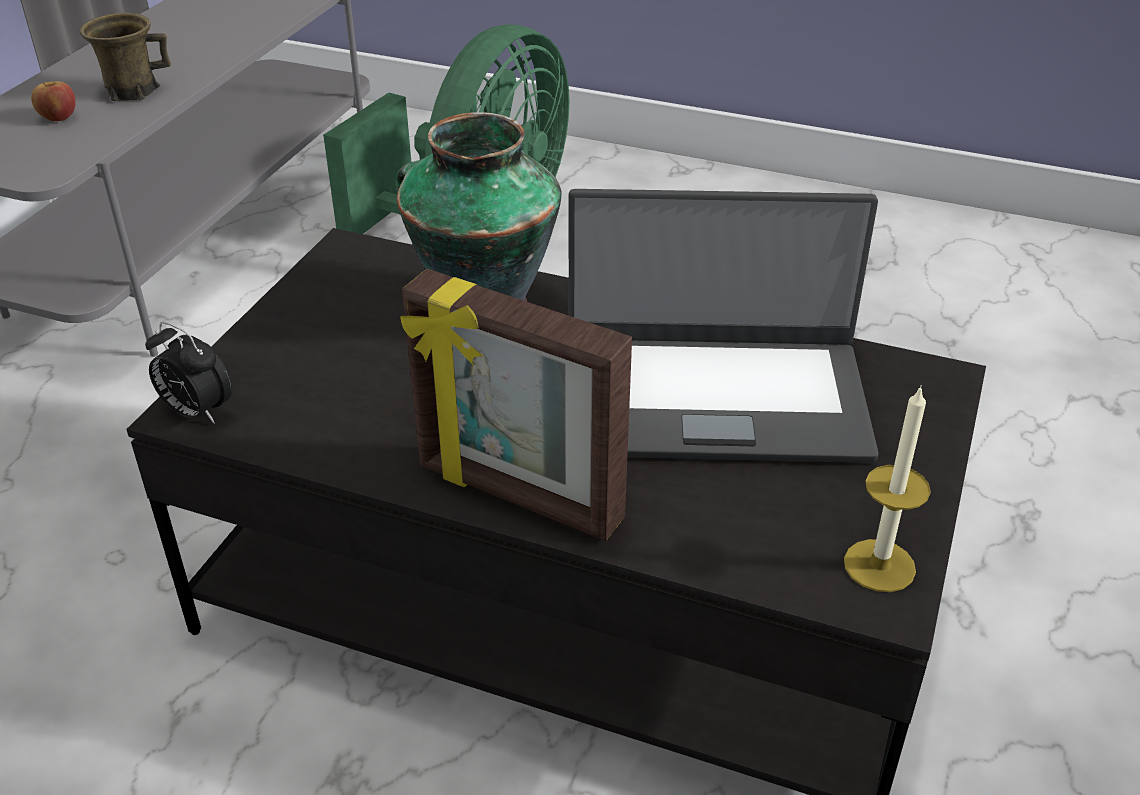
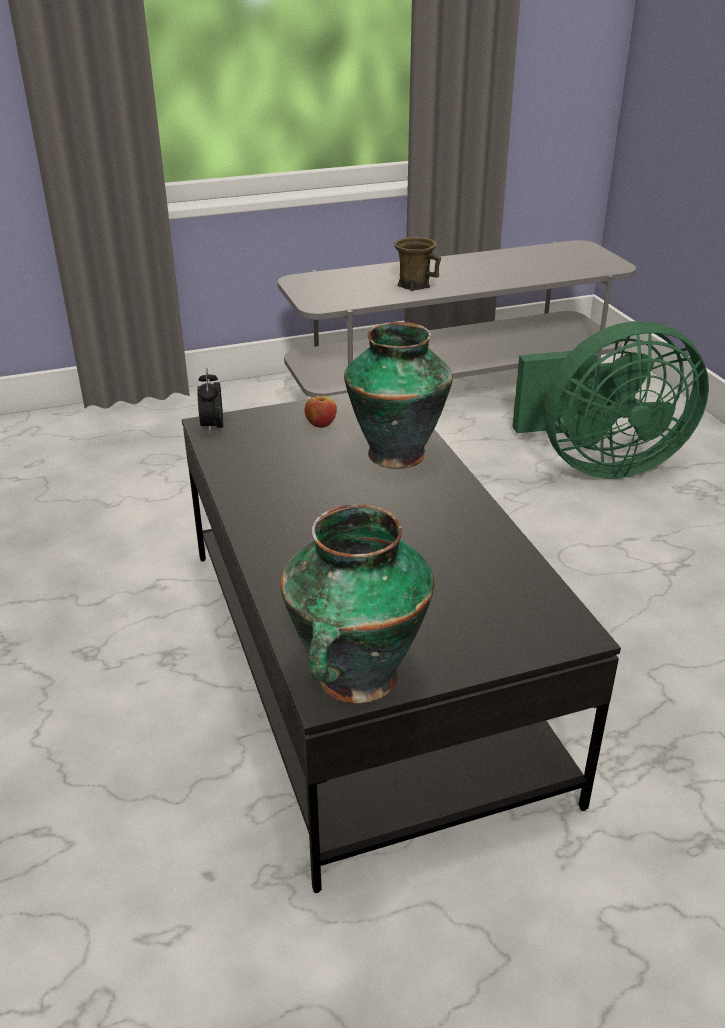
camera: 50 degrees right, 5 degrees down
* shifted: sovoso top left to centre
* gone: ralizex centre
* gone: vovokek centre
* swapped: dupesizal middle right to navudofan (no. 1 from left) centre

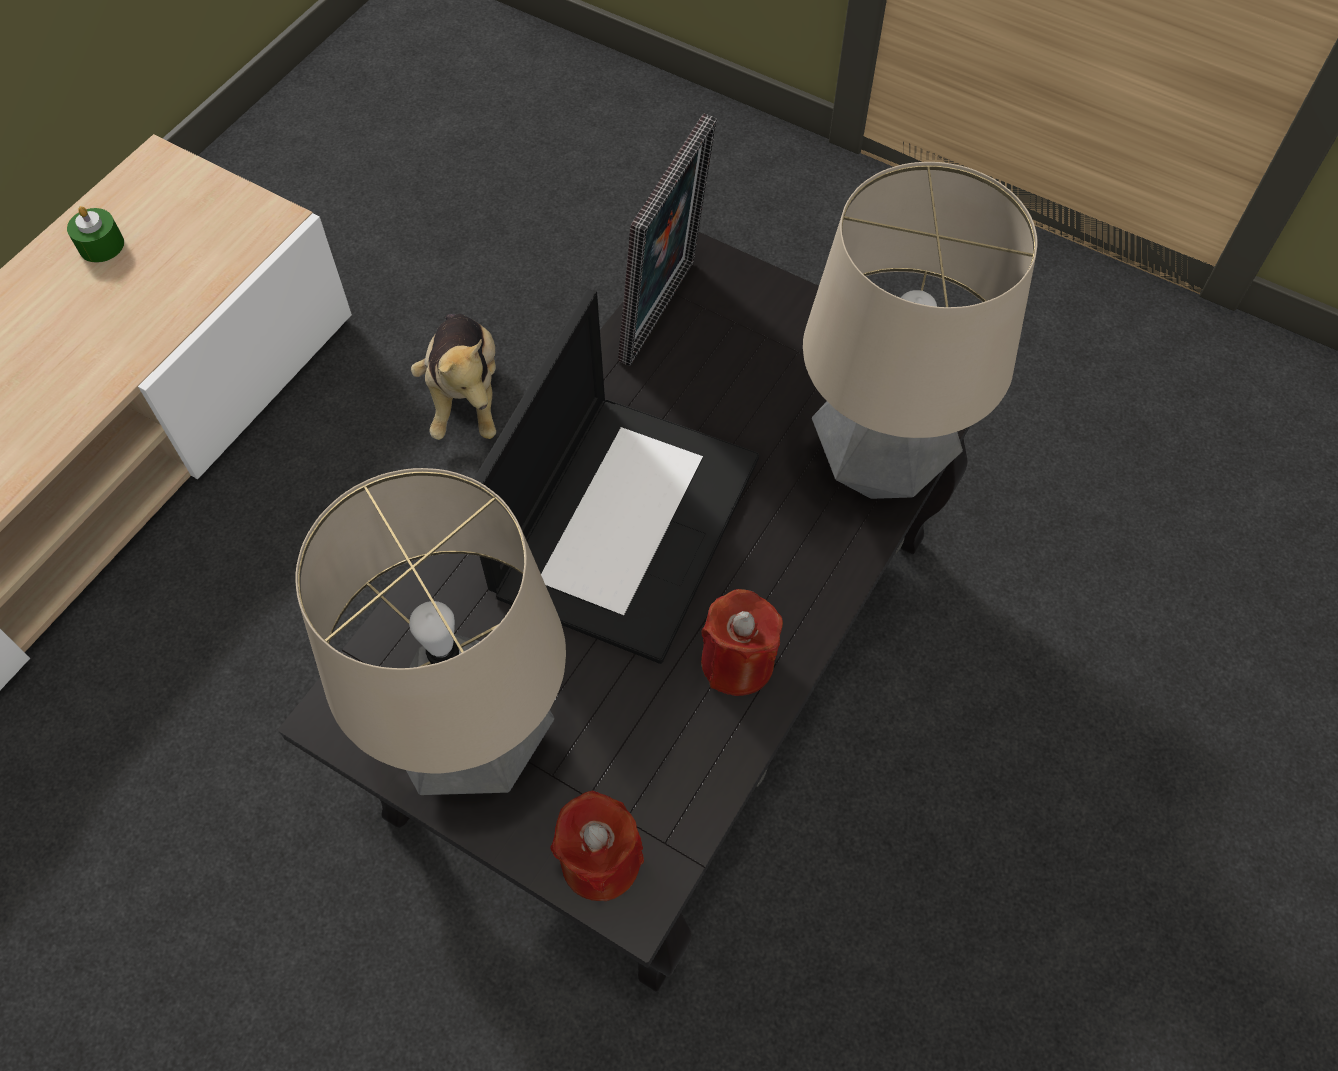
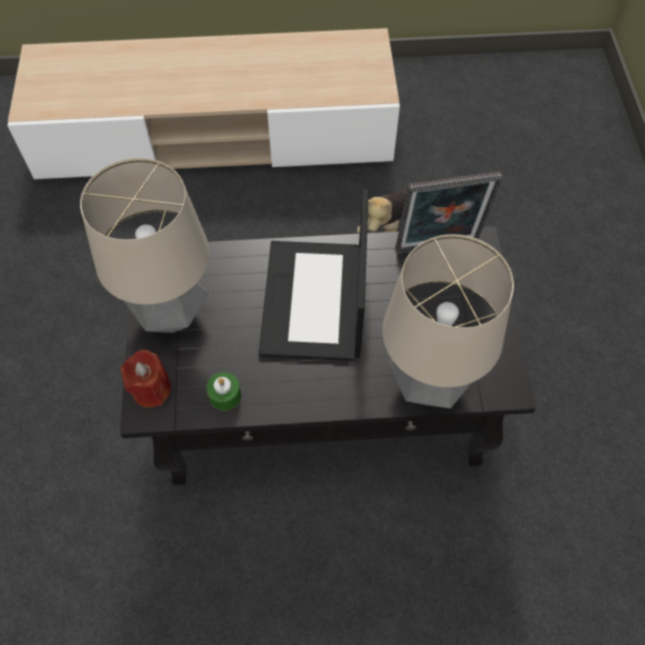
camera: 55 degrees right, 0 degrees up
* shifted: dupesizal (green) top left to centre
* rotated: ralizex centre = centre 105 degrees clockwise
* gone: dupesizal (red) (no. 2 from left) centre

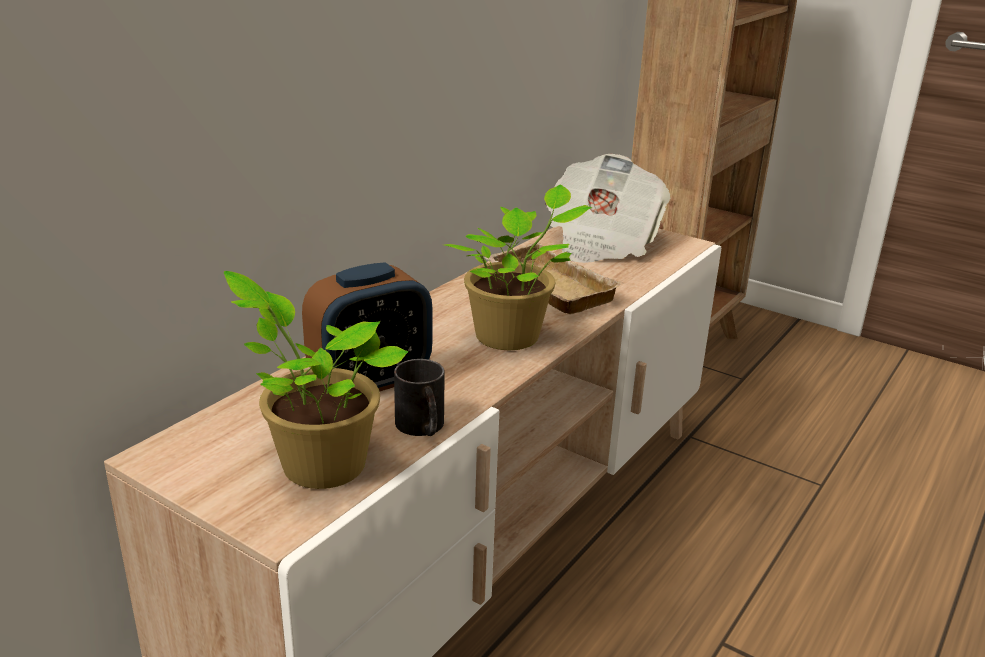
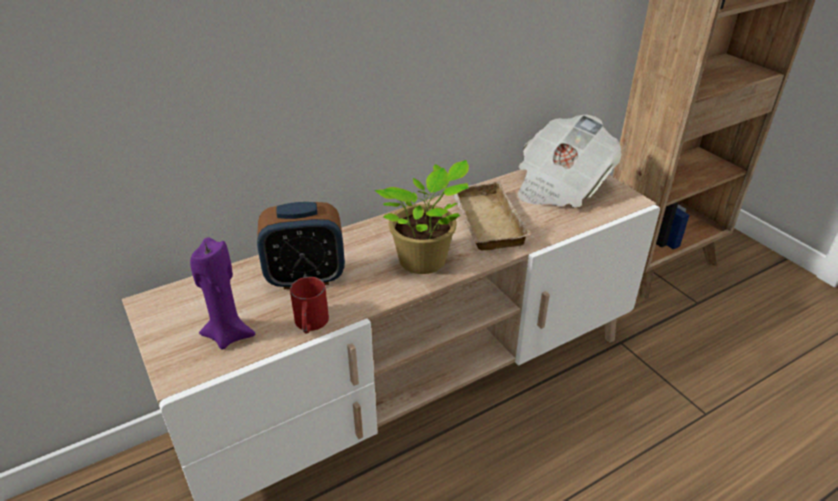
camera: 25 degrees right, 10 degrees up
* swapped: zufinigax (no. 1 from left) middle left to dupesizal (purple) middle left
* repainted: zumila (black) centre to zumila (red) centre

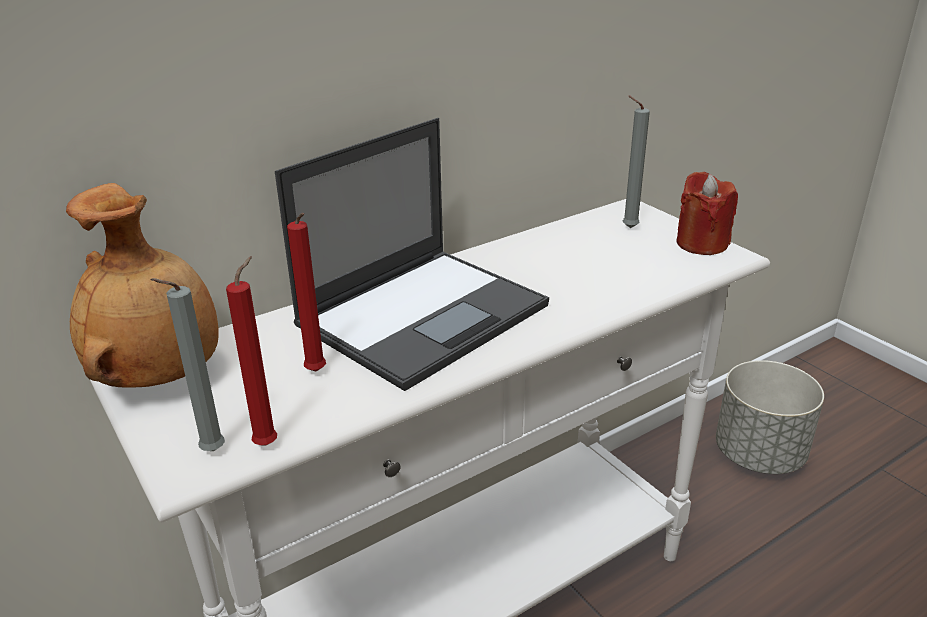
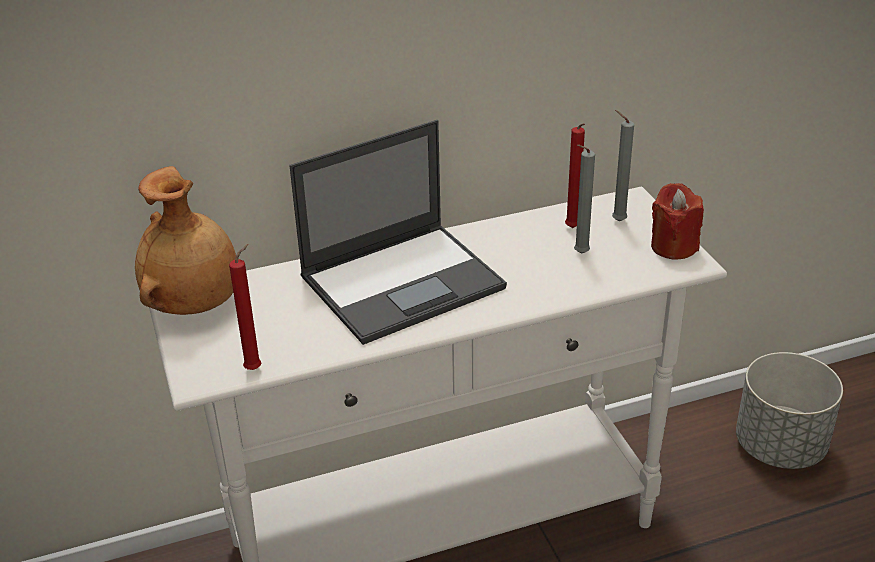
camera: 15 degrees right, 5 degrees up
* shifted: dupesizal (red) (no. 2 from left) middle left to top centre
* shifted: dupesizal (grey) (no. 1 from left) middle left to middle right

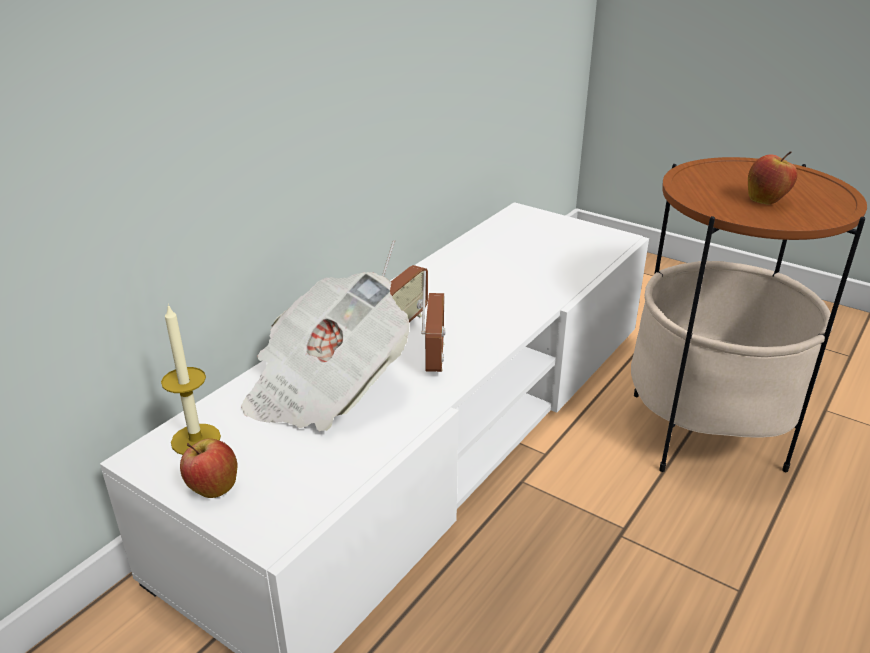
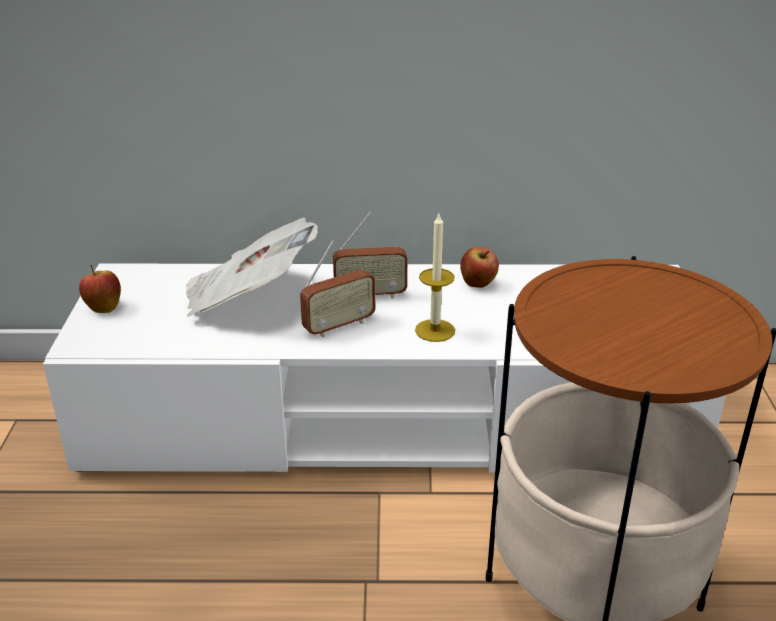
camera: 55 degrees right, 0 degrees up
* shifted: sovoso (no. 2 from left) top right to centre
* shifted: dupesizal middle left to centre

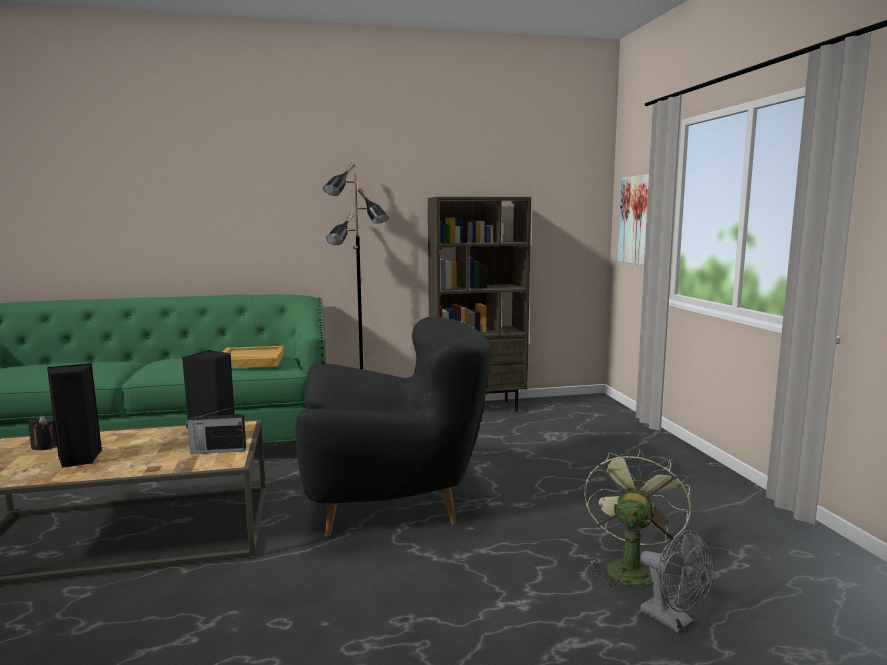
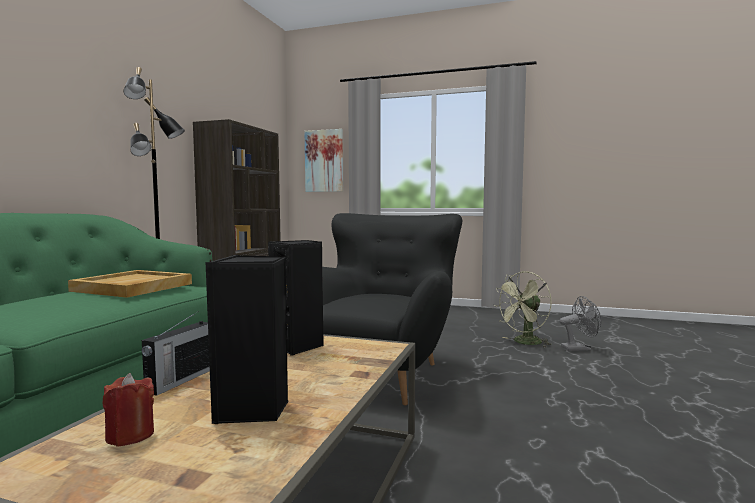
camera: 60 degrees left, 5 degrees down
* shifted: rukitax middle left to bottom left
* repainted: dupesizal (black) middle left to dupesizal (red) bottom left
* rotated: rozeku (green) bottom right = middle right 90 degrees counterclockwise

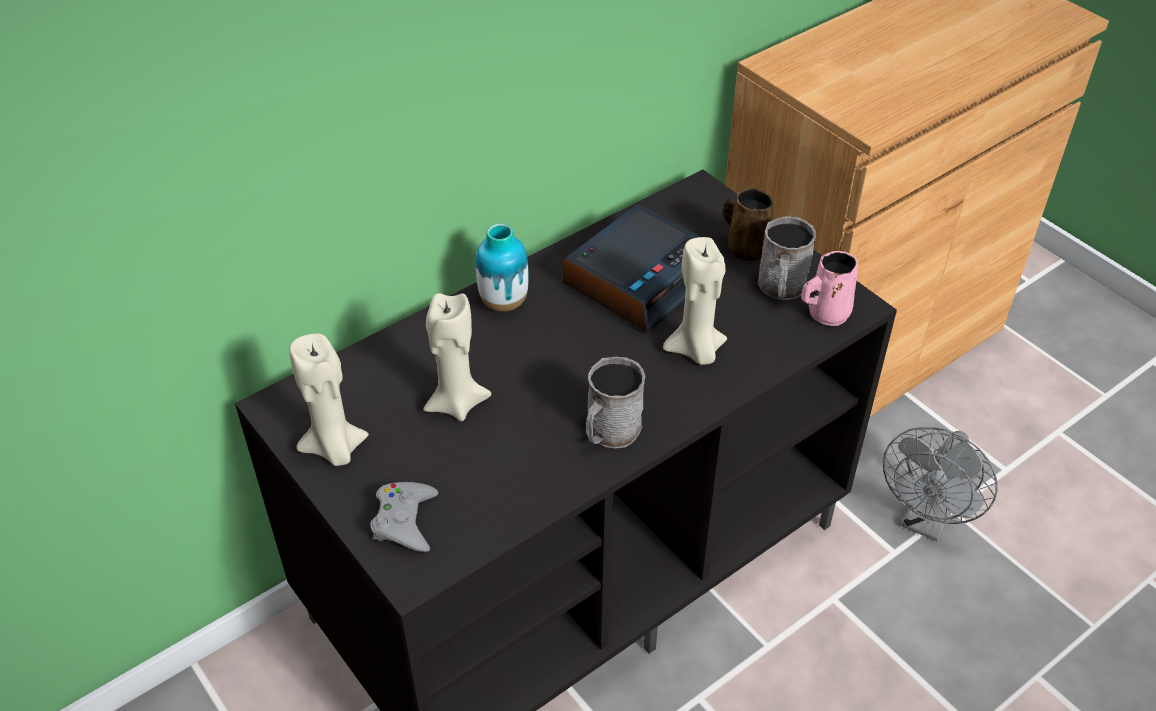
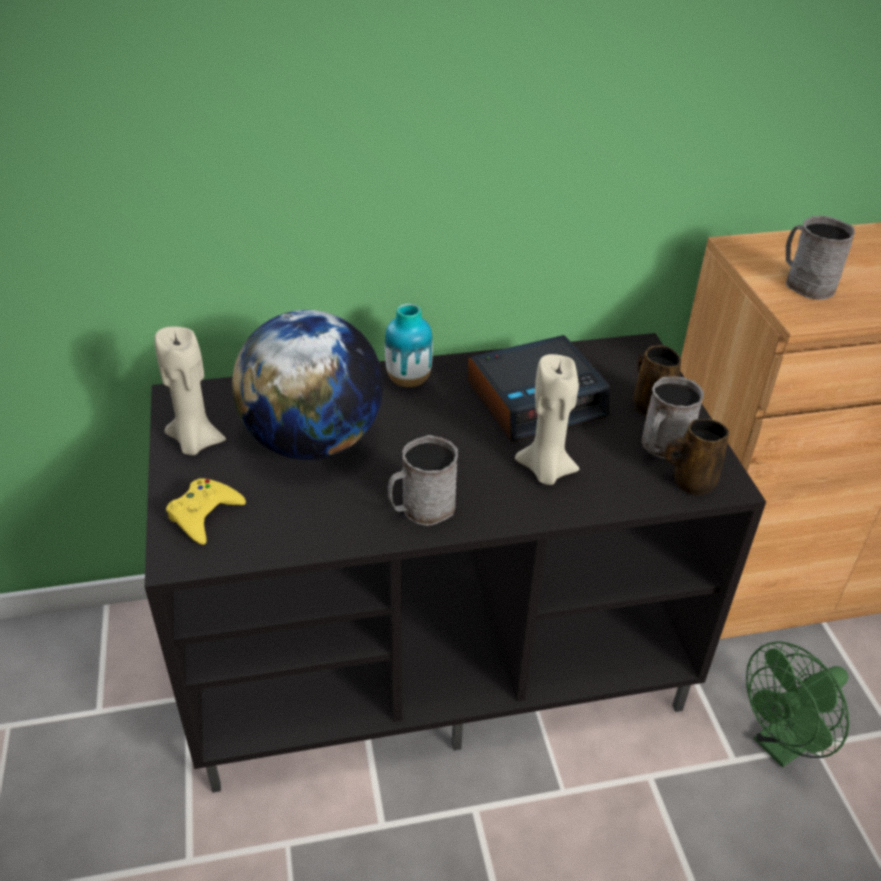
camera: 25 degrees right, 5 degrees down
* repainted: zumila (pink) middle right to zumila (brown) (no. 2 from left) middle right
* swapped: dupesizal (beige) (no. 2 from left) centre to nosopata centre
* repainted: rozeku (grey) bottom right to rozeku (green) bottom right
* repainted: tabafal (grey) bottom centre to tabafal (yellow) middle left
* new: zumila (grey) (no. 3 from left) top right

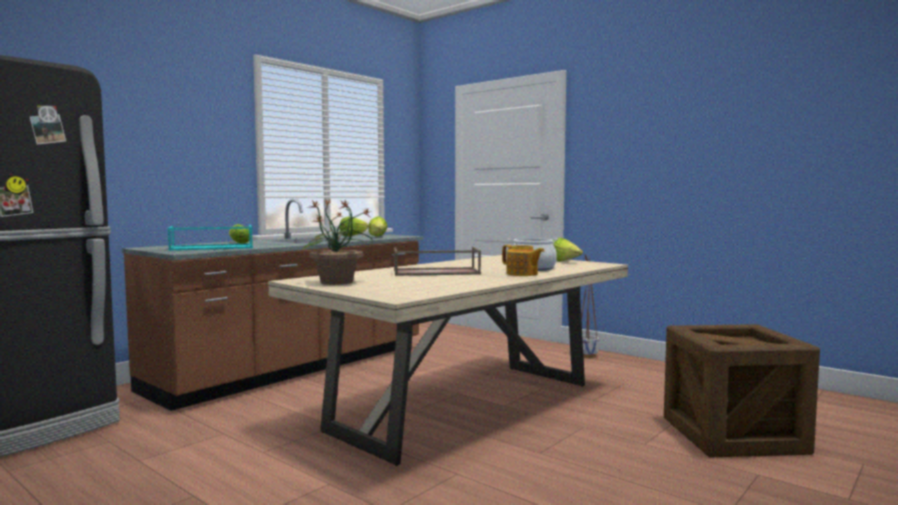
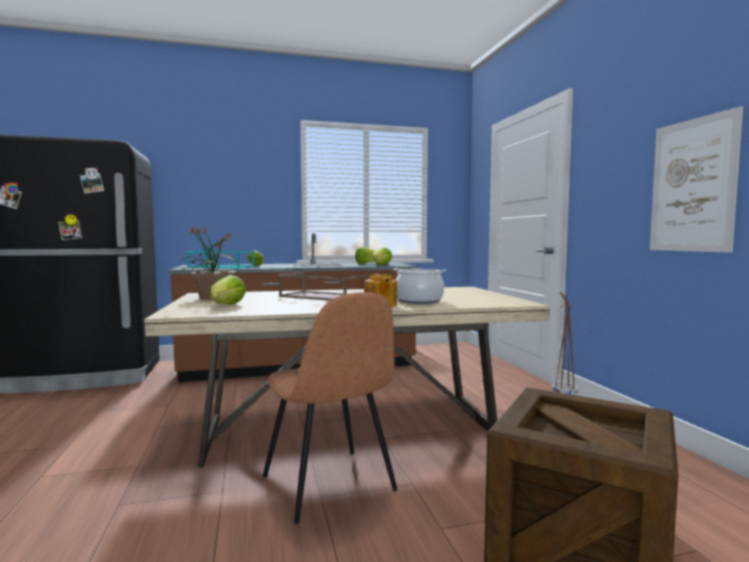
camera: 35 degrees right, 0 degrees up
* shifted: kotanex (no. 4 from left in the first image) centre to kotanex (no. 1 from left) middle left
* new: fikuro top right
* new: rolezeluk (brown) bottom centre

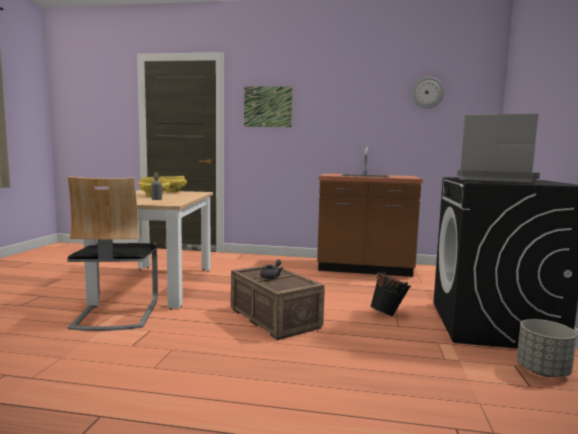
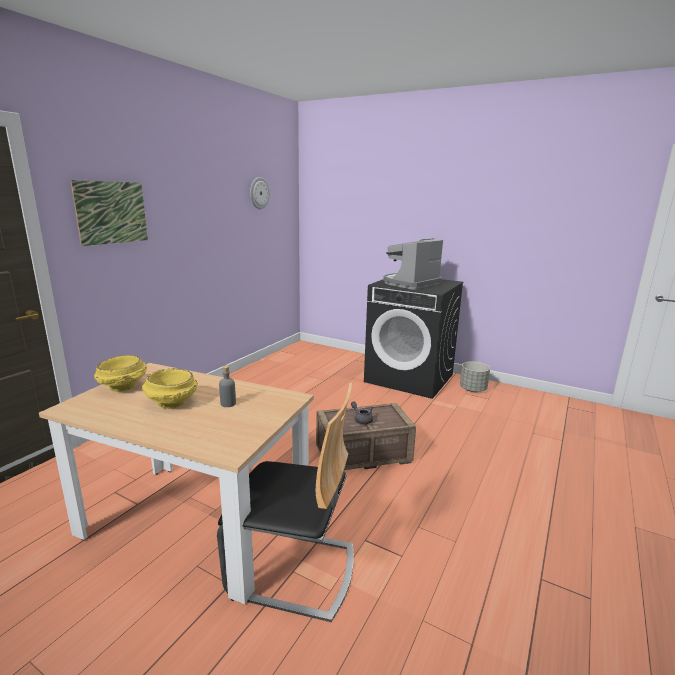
camera: 70 degrees left, 10 degrees up
* gone: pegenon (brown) centre
* gone: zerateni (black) bottom right

